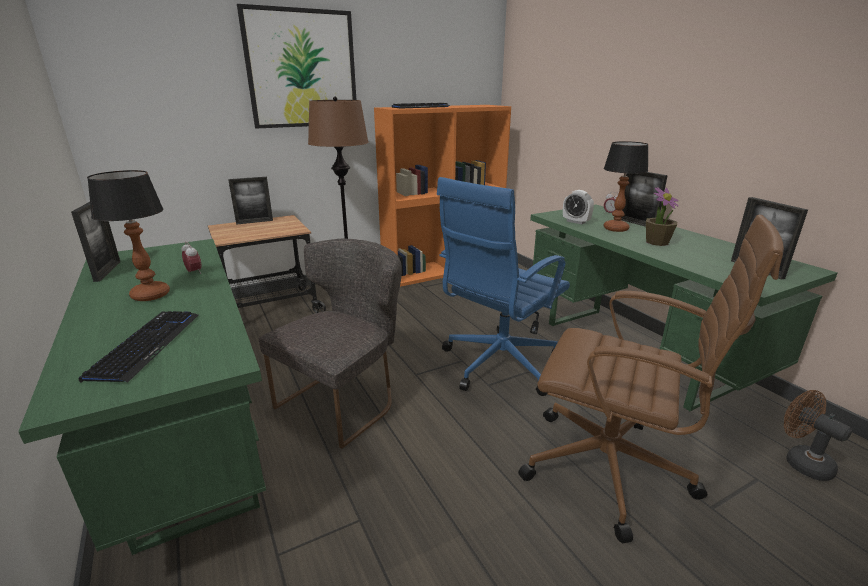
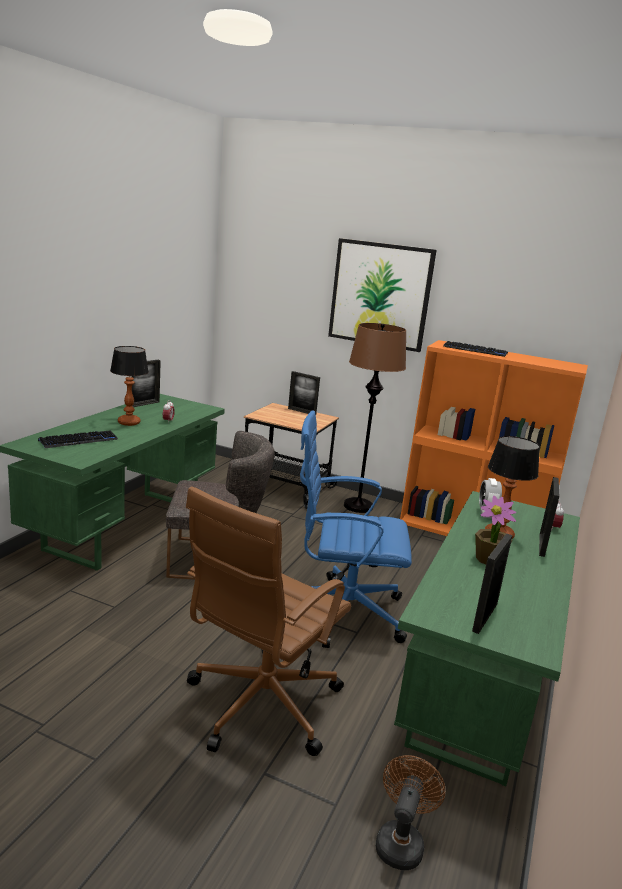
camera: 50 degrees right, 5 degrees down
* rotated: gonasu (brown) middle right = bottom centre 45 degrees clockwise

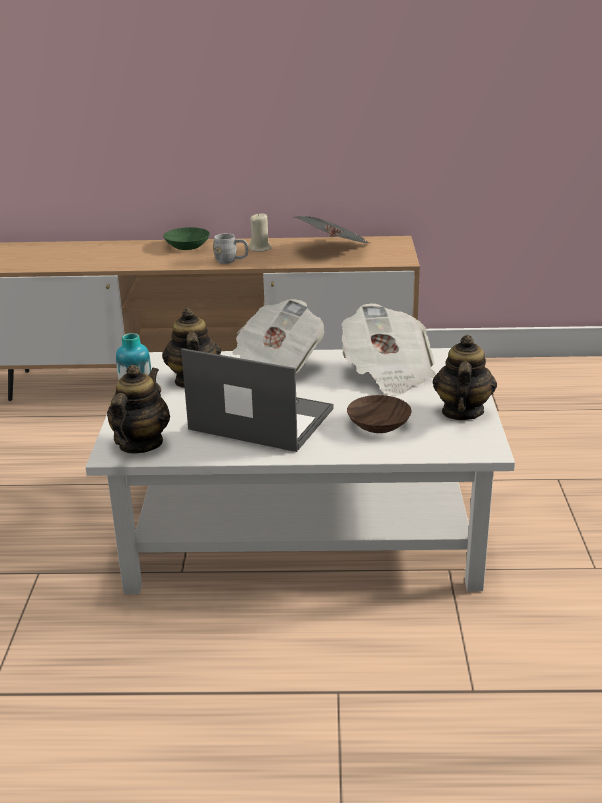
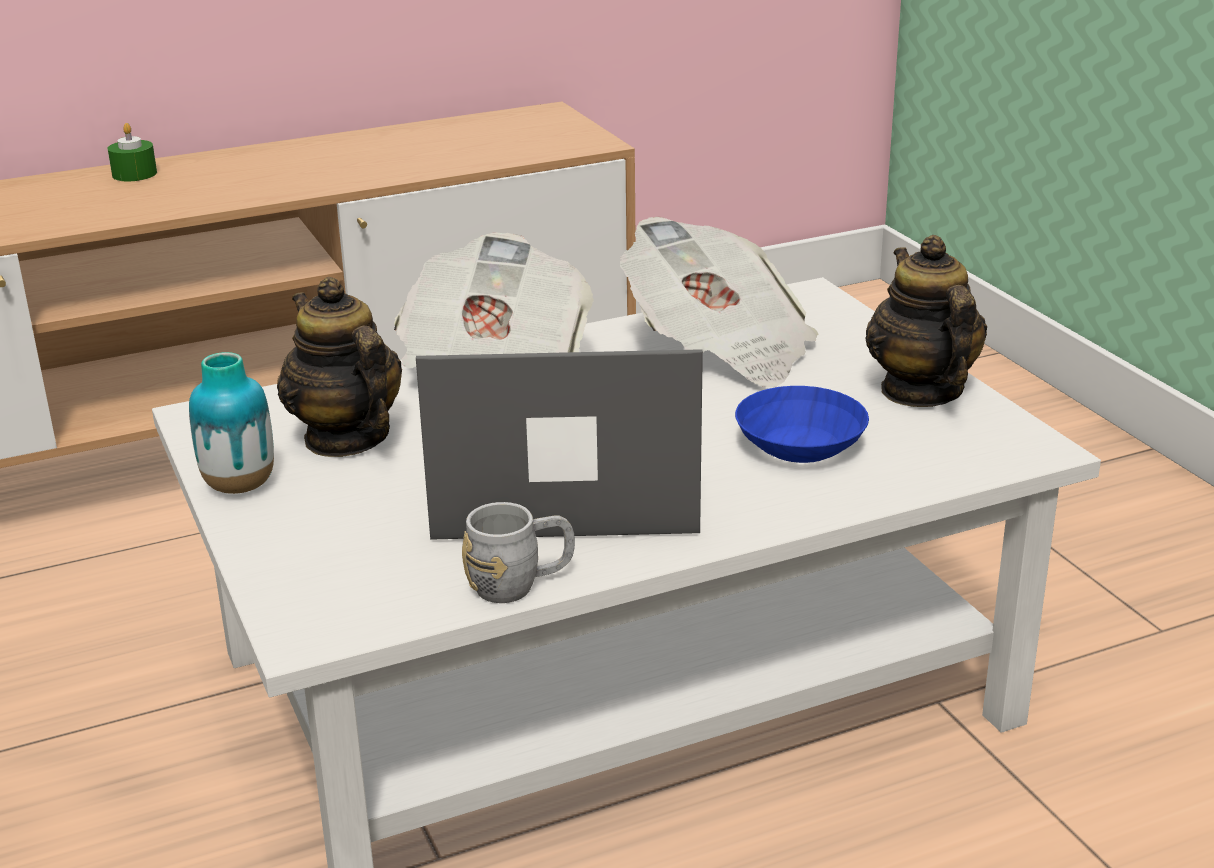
camera: 25 degrees left, 0 degrees up
* gone: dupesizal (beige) top centre
* gone: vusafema (no. 2 from left) top centre
* swapped: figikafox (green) top left to dupesizal (green) top left
* shifted: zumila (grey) top centre to centre
* gone: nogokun (no. 1 from left) middle left
* repainted: figikafox (brown) centre to figikafox (blue) centre

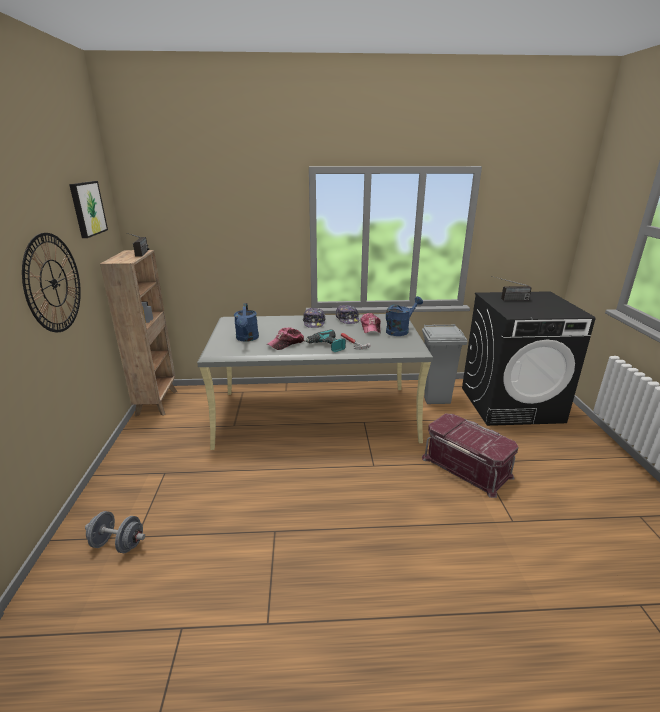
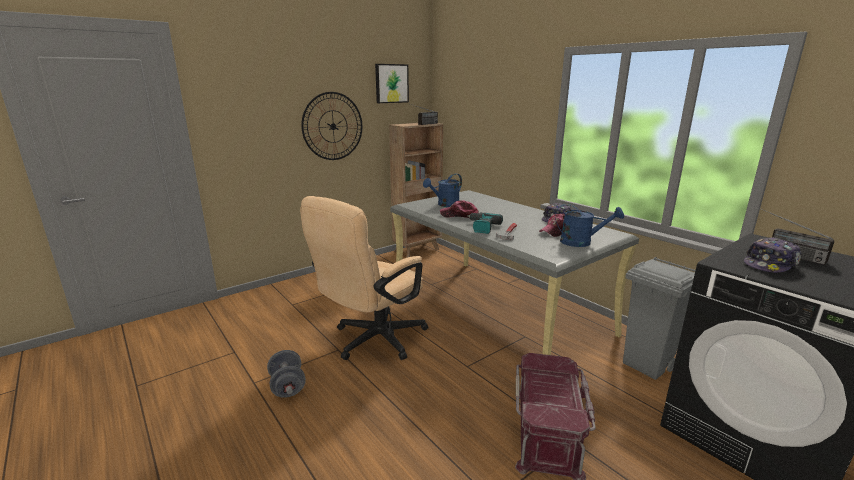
camera: 55 degrees right, 5 degrees down
* shifted: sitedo (no. 2 from left in the first image) centre to sitedo (no. 4 from left) middle right
* shifted: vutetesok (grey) bottom left to bottom centre
* new: gonasu (beige) centre

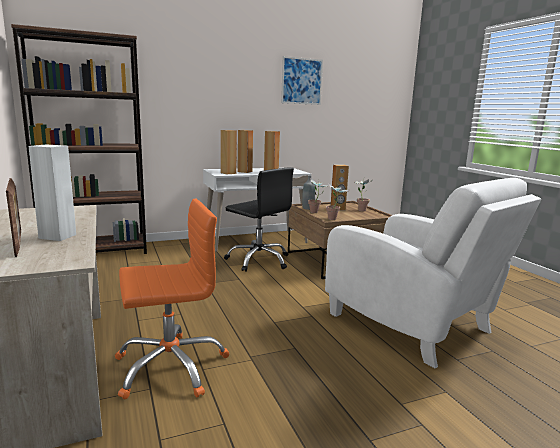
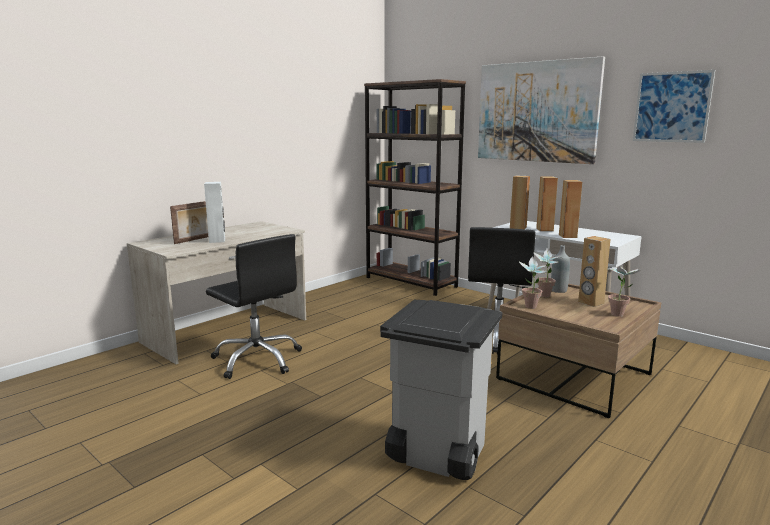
camera: 65 degrees right, 0 degrees up
* swapped: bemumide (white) middle right to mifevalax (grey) bottom centre
* repainted: gonasu (orange) middle left to gonasu (black) (no. 1 from left) middle left
* new: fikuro (no. 1 from left) top right

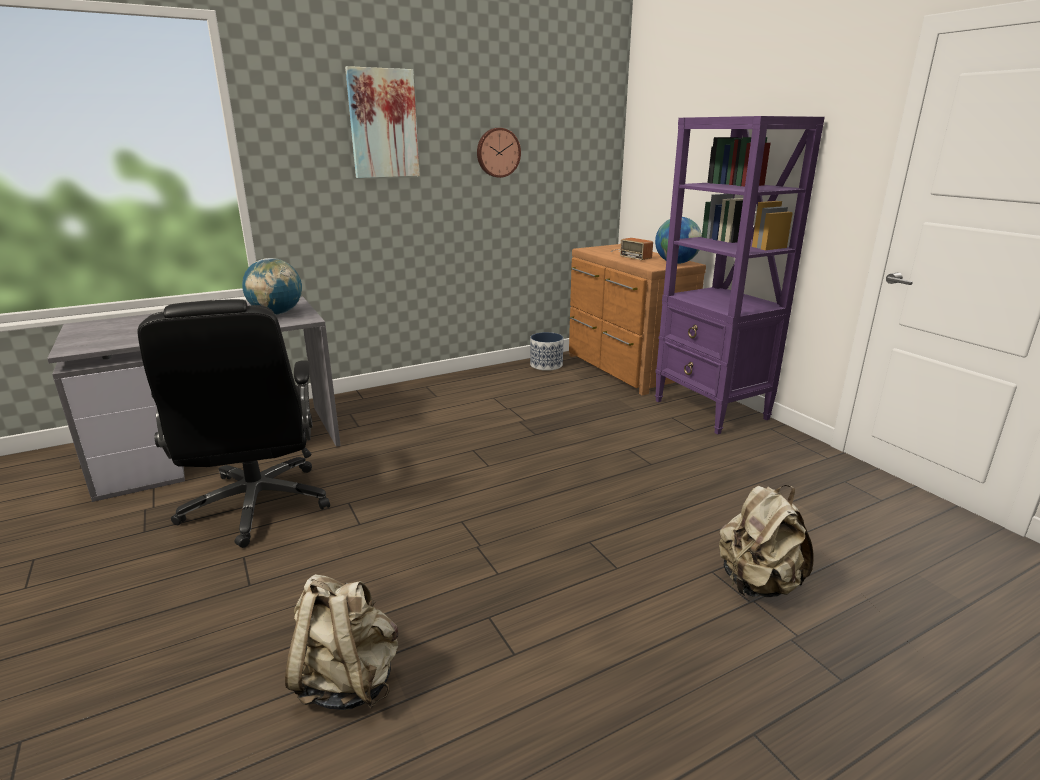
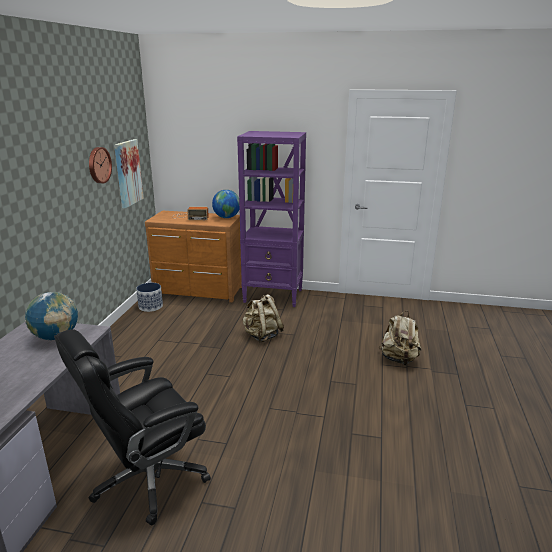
camera: 50 degrees left, 0 degrees up
* shifted: fikuro top centre to top left
* rotated: gonasu (black) middle left = bottom left 120 degrees clockwise
* shifted: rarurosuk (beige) (no. 1 from left) bottom left to centre

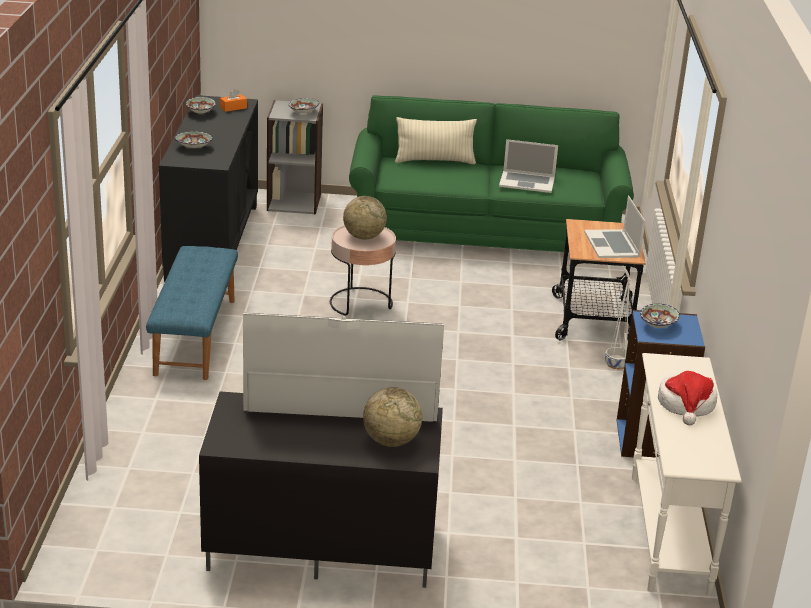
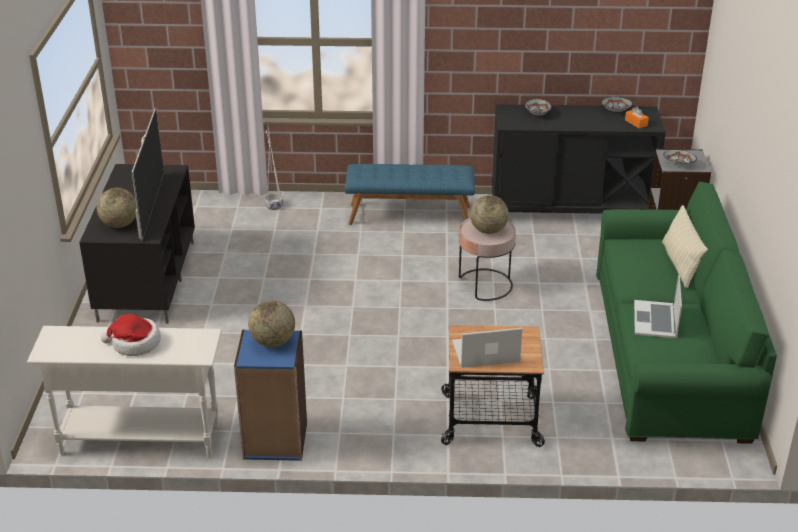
camera: 90 degrees right, 5 degrees up
* shifted: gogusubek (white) middle right to top centre
* swapped: figikafox (no. 4 from left) middle right to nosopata (no. 2 from left) centre

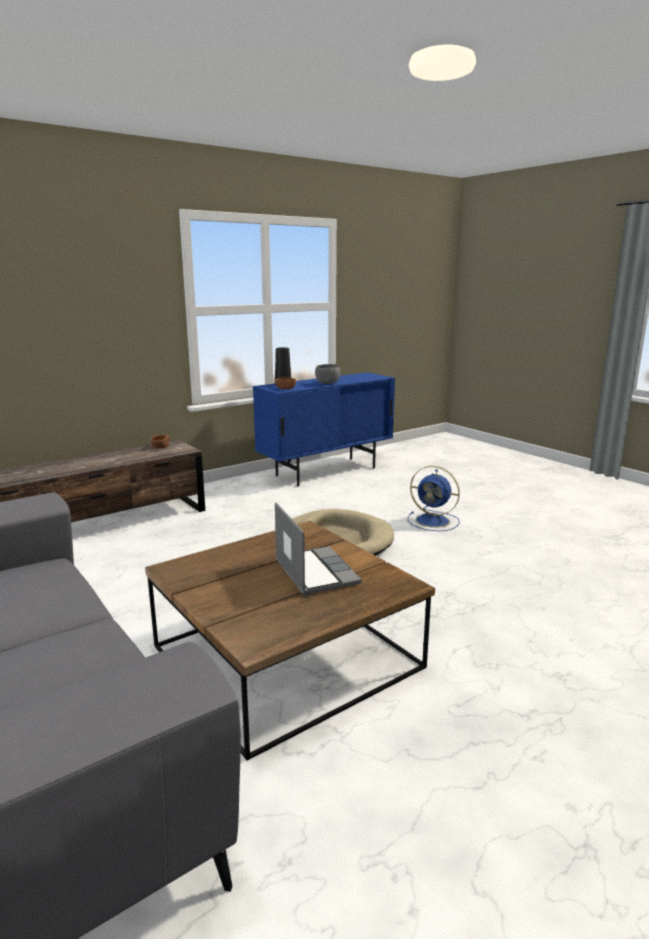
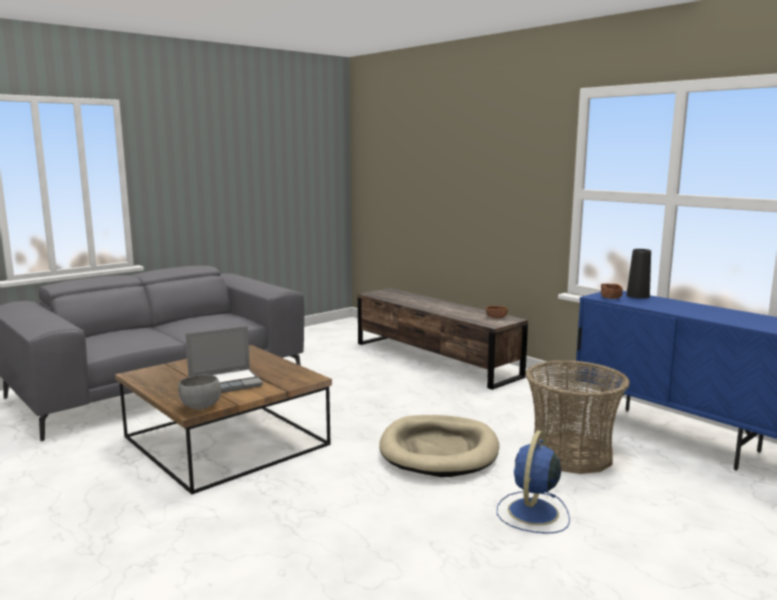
camera: 85 degrees right, 5 degrees down
* shifted: figikafox (grey) centre to middle left
* new: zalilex bottom right

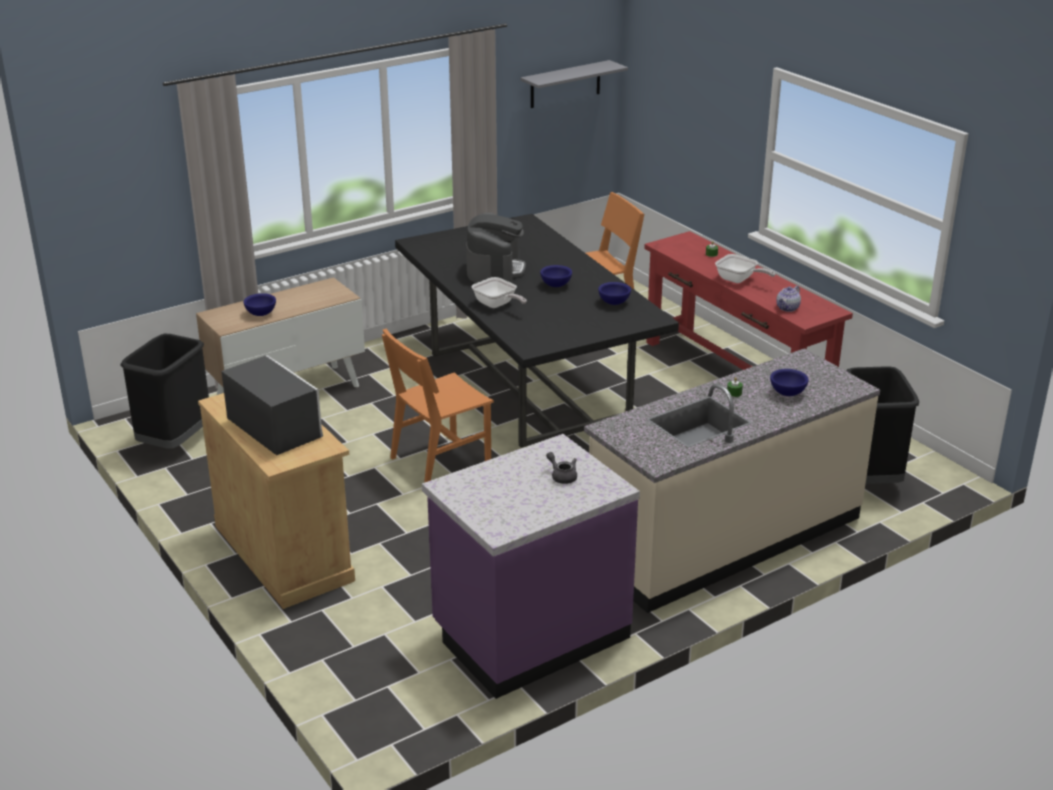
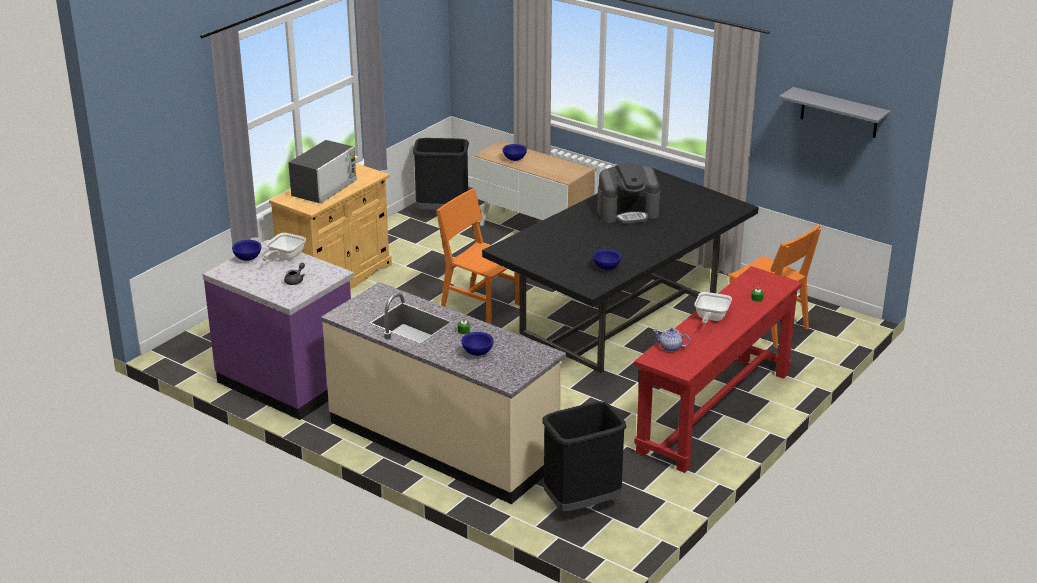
camera: 70 degrees right, 0 degrees up
* shifted: figikafox (blue) (no. 2 from left in the first image) centre to figikafox (blue) (no. 1 from left) middle left
* shifted: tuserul (no. 1 from left) centre to middle left

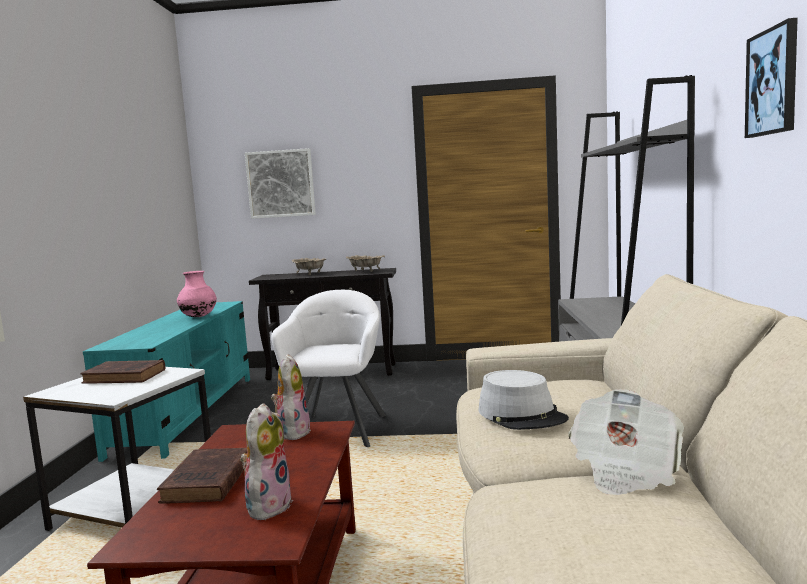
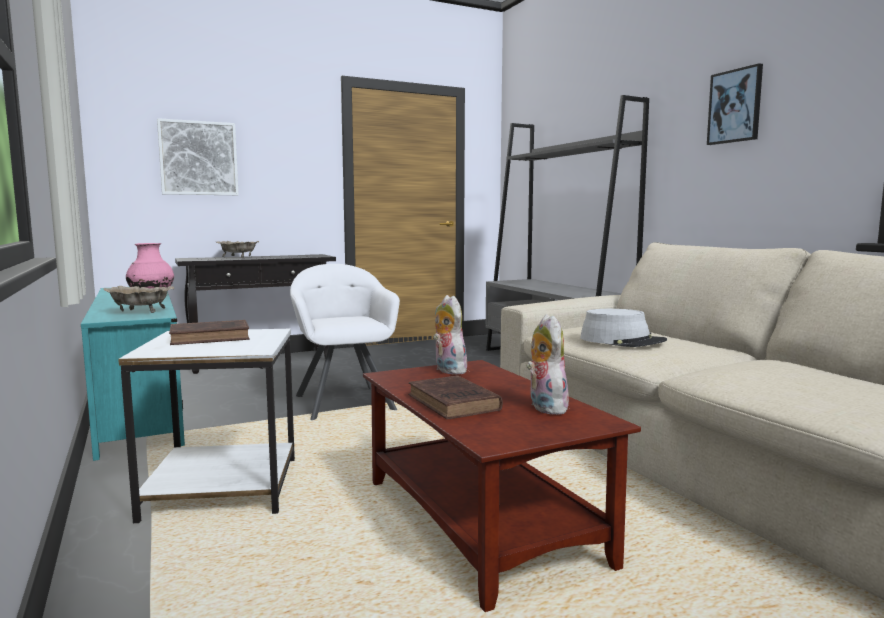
camera: 30 degrees left, 0 degrees up
* shifted: figikafox (beige) (no. 2 from left in the first image) centre to figikafox (beige) (no. 1 from left) middle left
* gone: vusafema bottom right

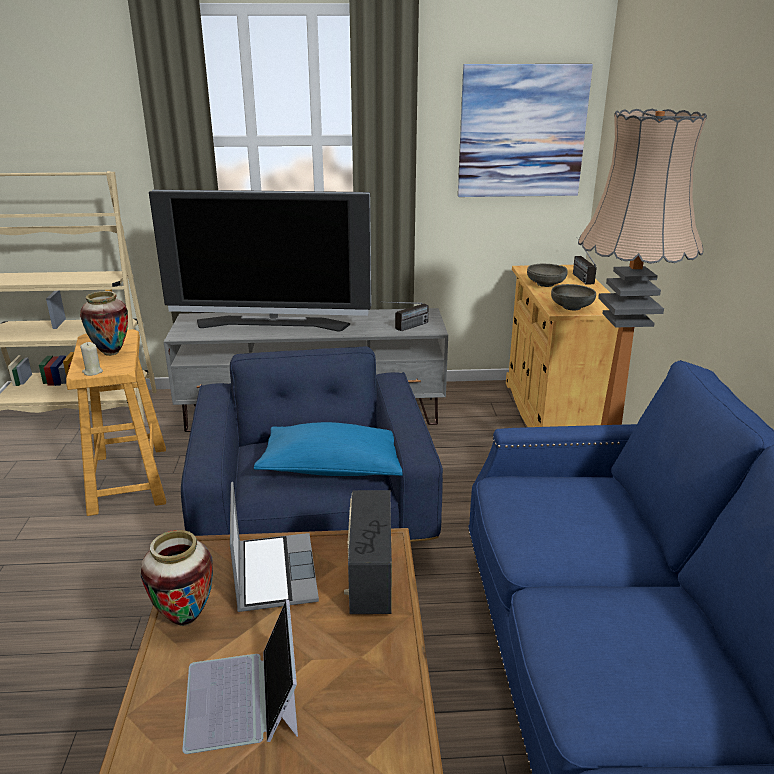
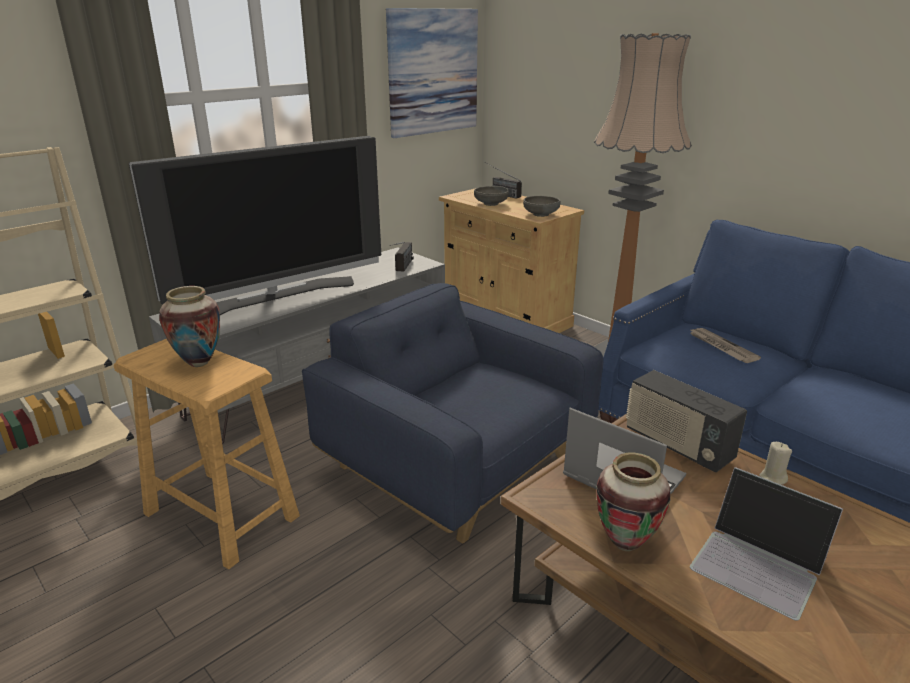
camera: 40 degrees left, 0 degrees up
* shifted: dupesizal (beige) middle left to bottom right
* gone: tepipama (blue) centre
* new: vusafema middle right

